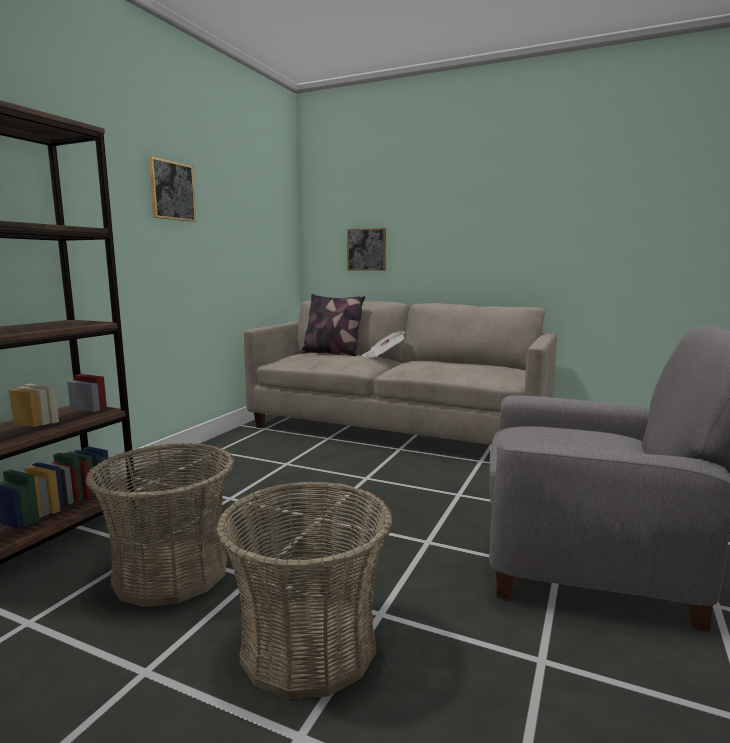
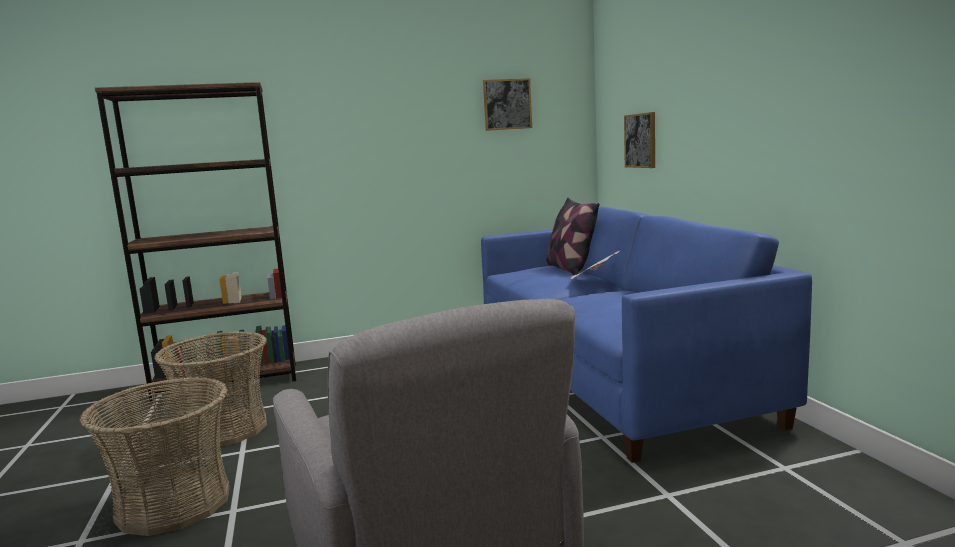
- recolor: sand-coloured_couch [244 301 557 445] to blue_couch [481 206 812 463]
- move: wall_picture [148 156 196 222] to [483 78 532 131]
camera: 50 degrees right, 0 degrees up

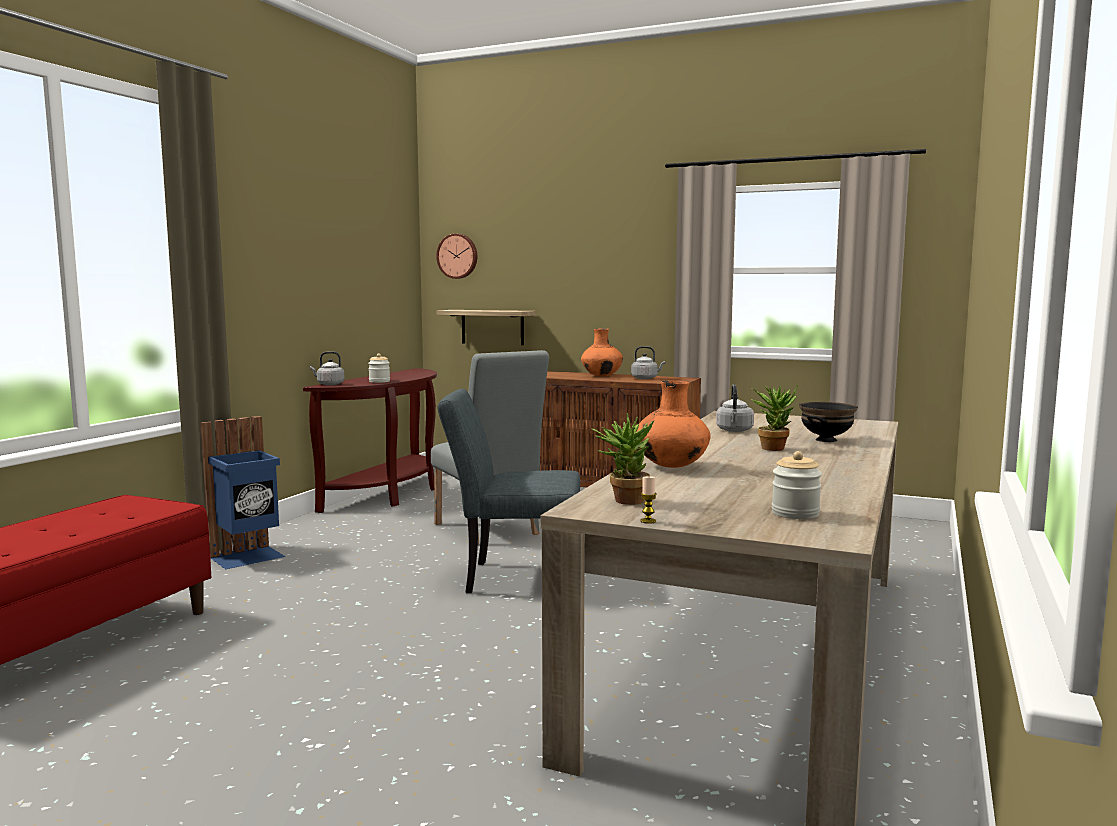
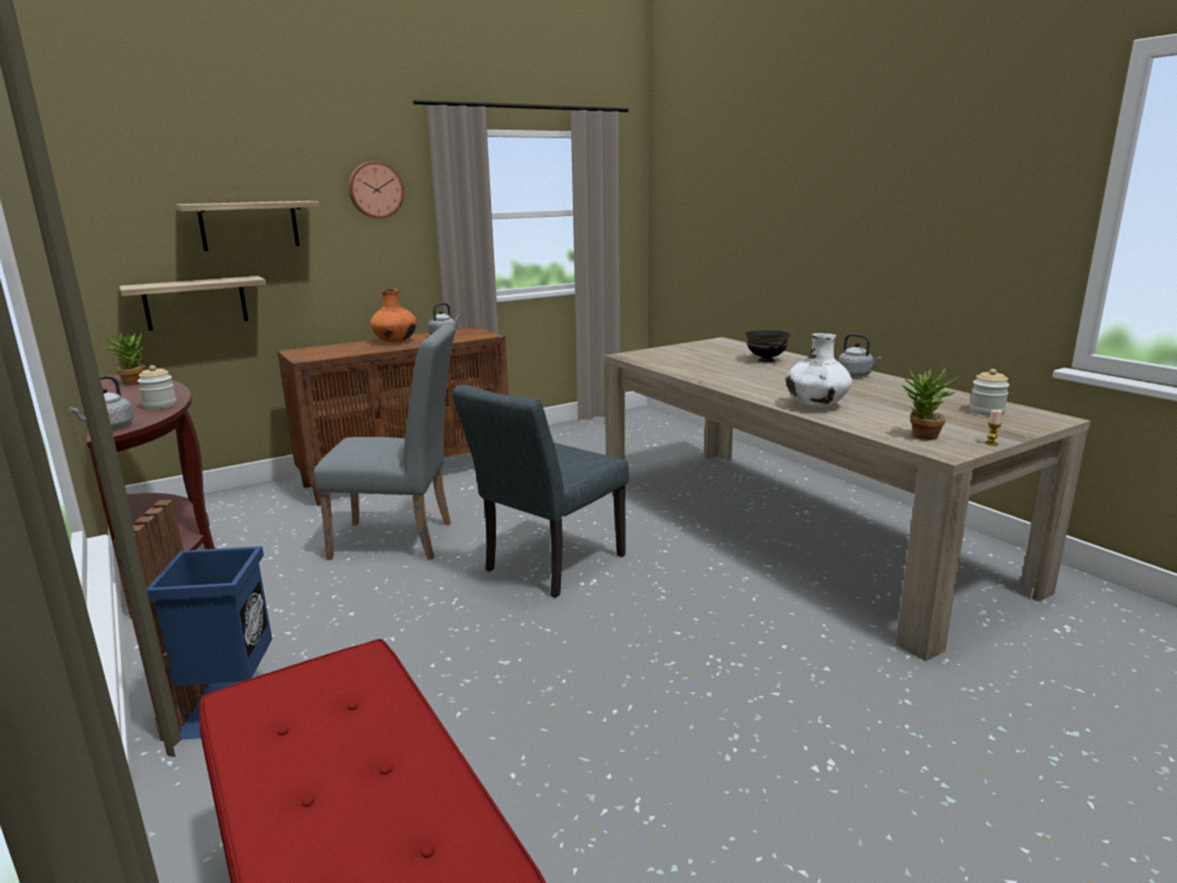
- move: plant_in_a_pot [750 385 798 451] to [104 330 145 385]
- insert: bracket_shelf [177 201 320 251]
- move: wall_clock [436 234 477 279] to [349 161 404 218]
- recolor: orange-coloured_vase [636 380 711 468] to white-coloured_vase [785 333 852 407]
- move: grey_tea_kettle [716 384 754 432] to [838 334 882 377]
camera: 55 degrees left, 10 degrees up

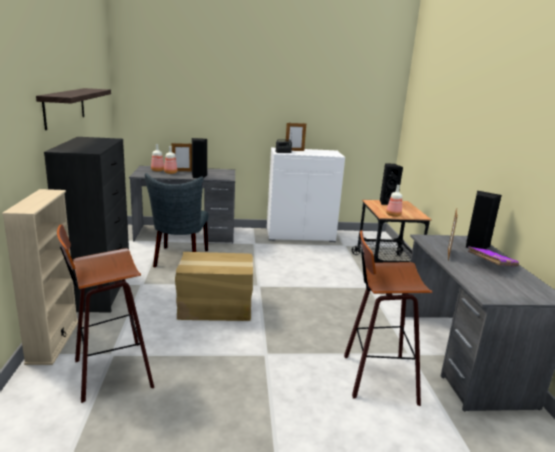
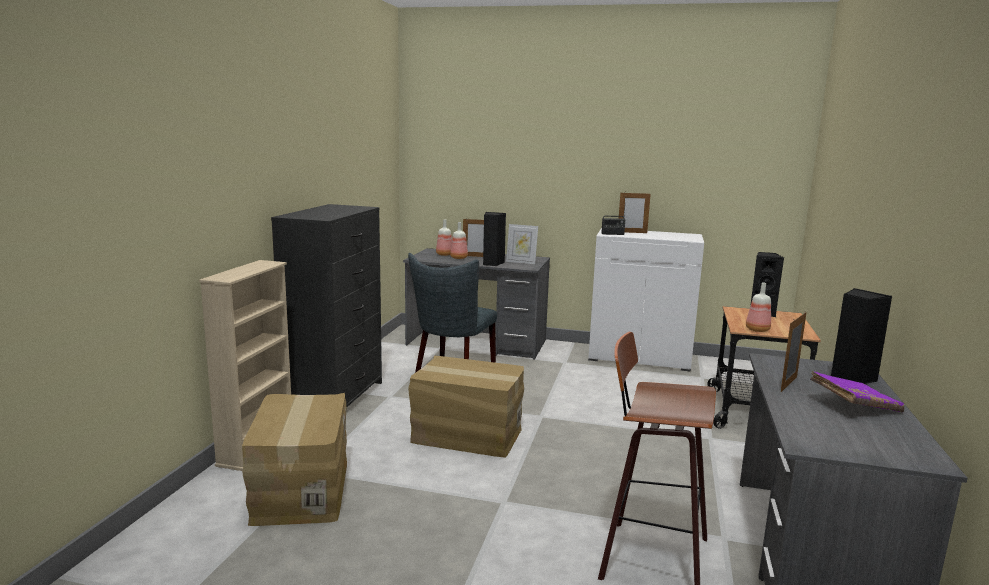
- replace: stool_seat [57 225 154 403] to carton [242 393 347 526]
- insert: picture_frame [506 224 538 264]
- delete: bracket_shelf [36 88 111 130]
camera: 20 degrees right, 5 degrees down

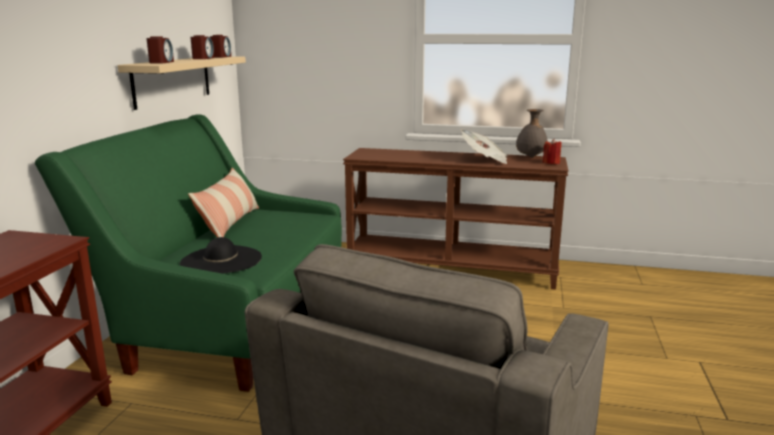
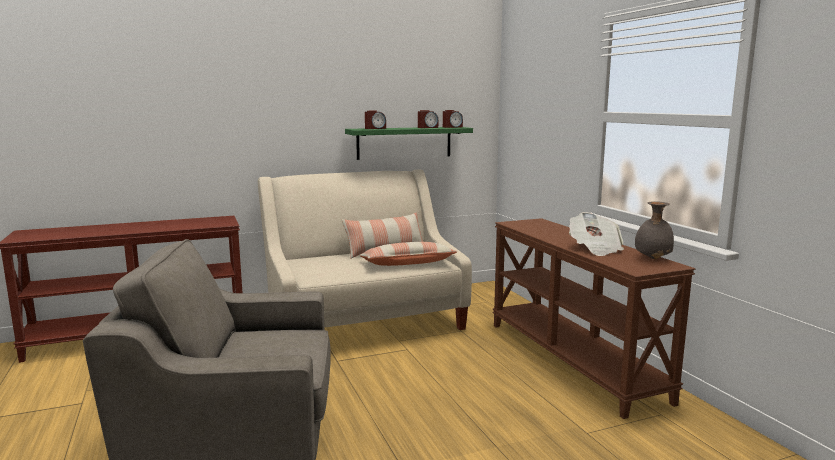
- recolor: greenish_couch [35 114 342 392] to sand-coloured_couch [258 170 472 330]
- recolor: sand-coloured_bracket_shelf [118 56 246 110] to greenish_bracket_shelf [345 127 473 160]
- insert: cushion [359 242 457 266]
- delete: black-coloured_wearable_hat [180 237 262 274]
- delete: red-coloured_wax_candle [543 139 562 164]
camera: 55 degrees right, 5 degrees down

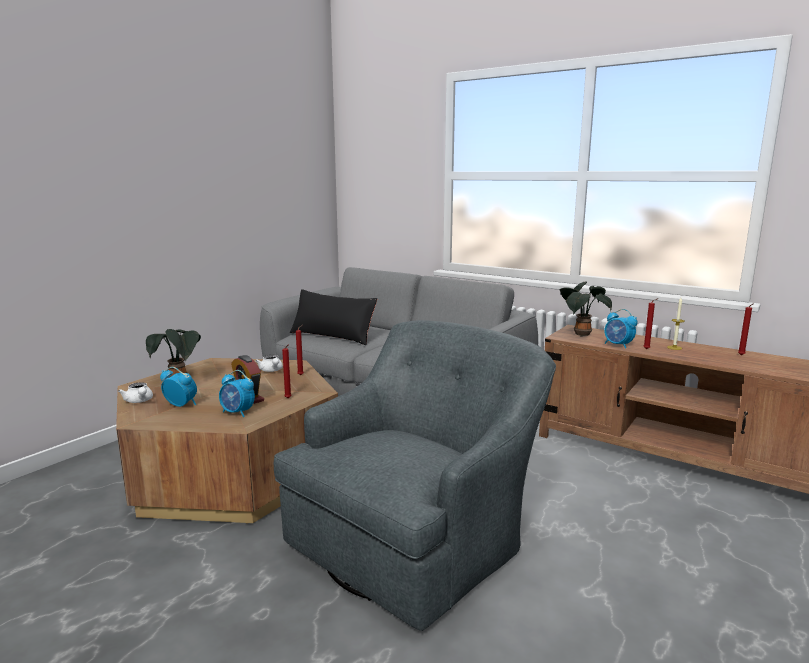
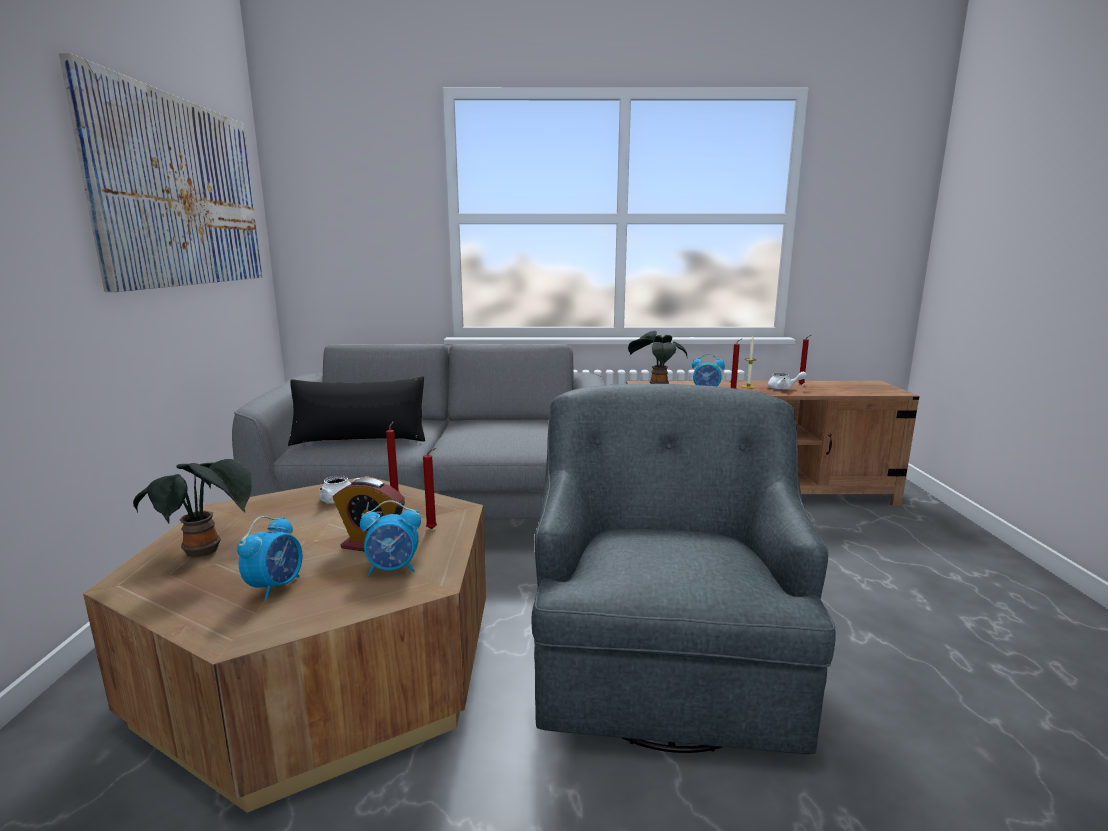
- insert: wall_picture [59 53 262 292]
- rotate: bedside_clock [160 367 197 407] = [237 516 302 600] 120 degrees clockwise
- move: white-coloured_teapot [118 382 153 403] to [768 371 807 390]
camera: 35 degrees left, 0 degrees up

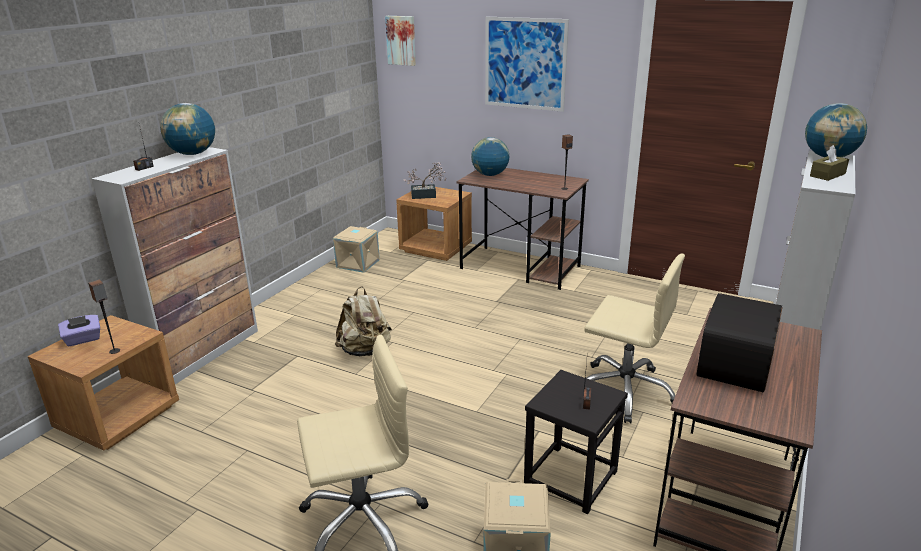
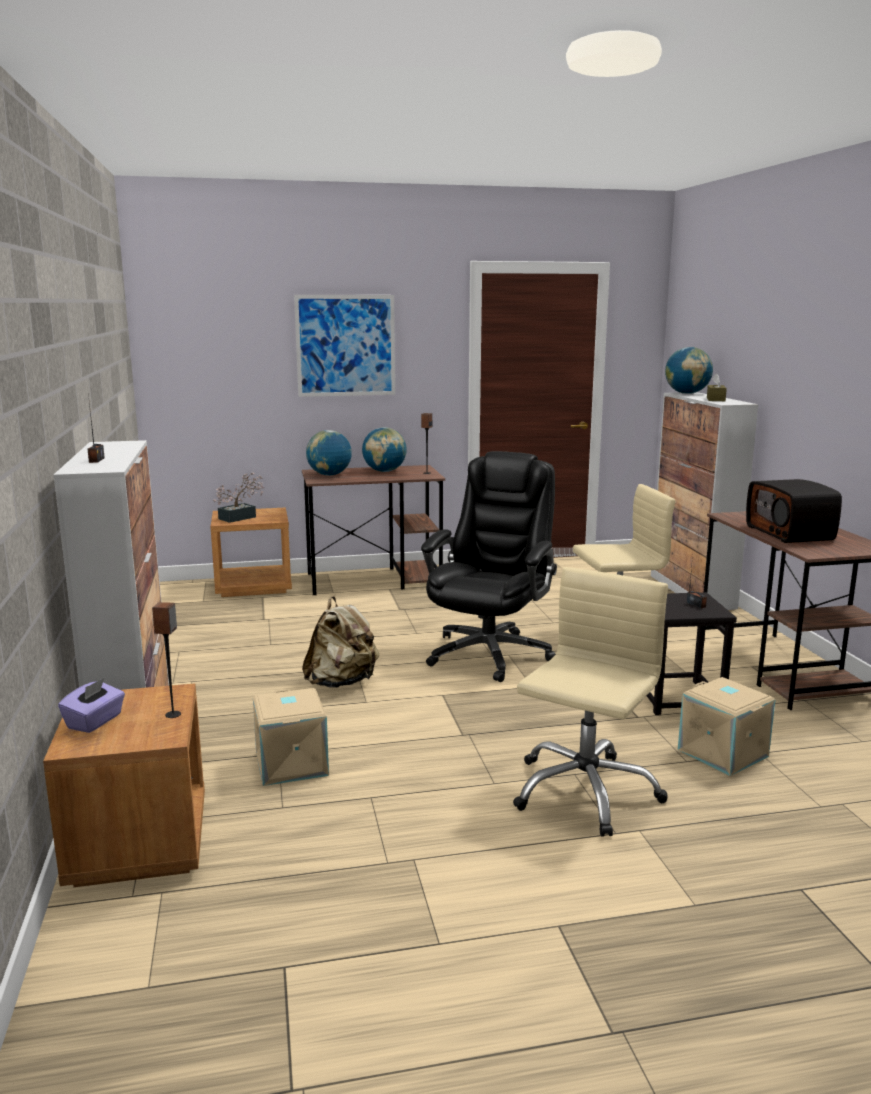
- move: sand-coloured_storage_container [333 226 380 273] to [253 688 329 786]
- move: desk_globe [160 103 215 155] to [362 427 407 472]
- insert: black-coloured_office_chair [421 451 557 682]
- delete: wall_picture [385 16 416 66]
camera: 40 degrees left, 10 degrees down

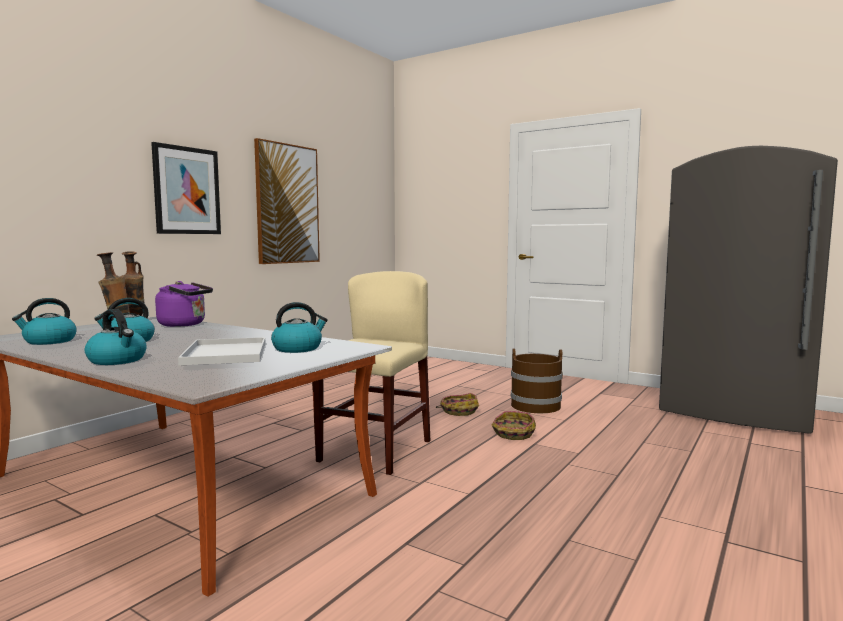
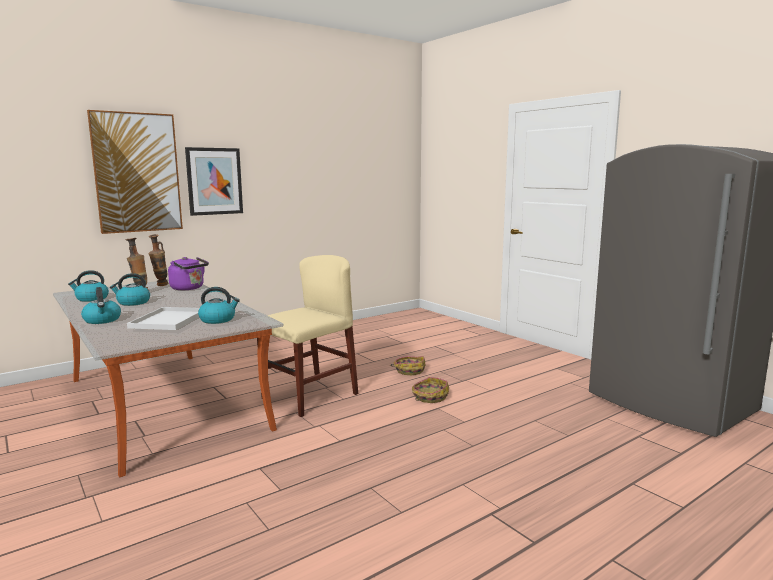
- move: wall_picture [254 138 320 264] to [87 110 183 234]
- delete: brown_bucket [511 349 563 413]
camera: 20 degrees right, 5 degrees up

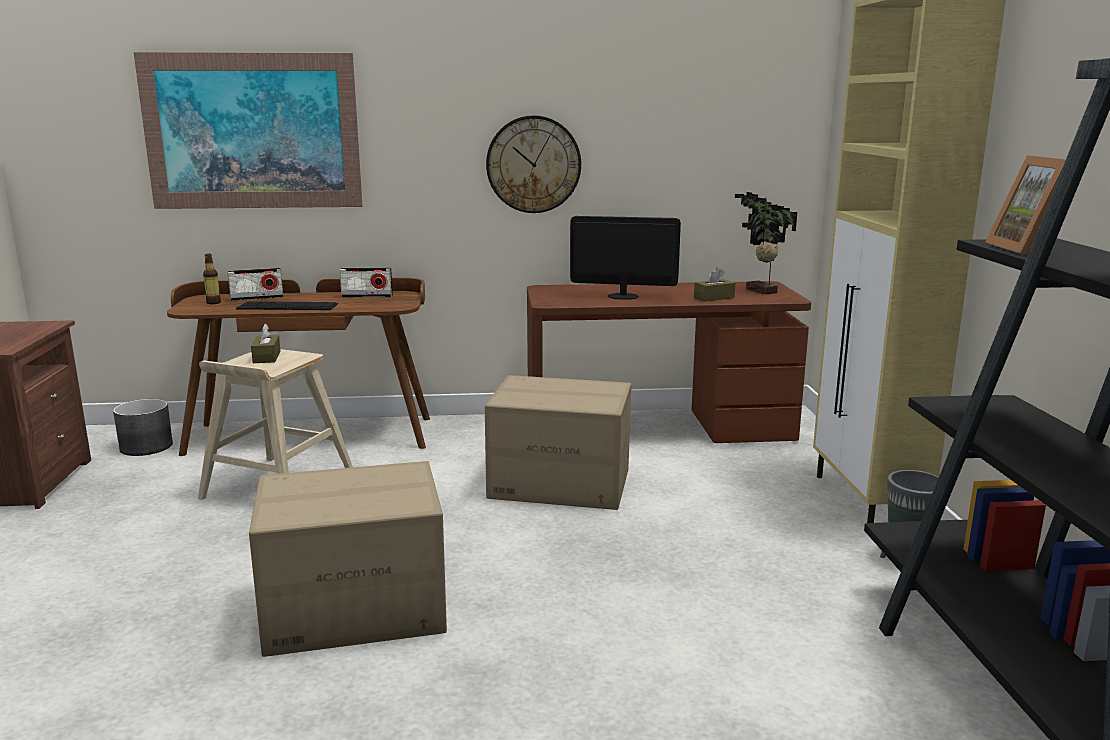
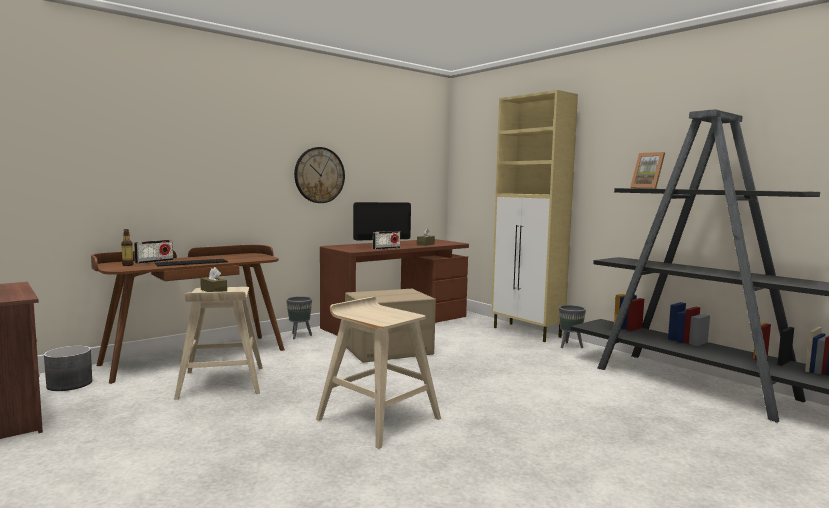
- insert: grey_plant_pot [286 296 312 339]
- replace: carton [249 461 447 657] to sand-coloured_stool_seat [316 297 441 449]
- move: radio_receiver [340 267 393 297] to [373 231 400 249]
- delete: wall_picture [134 52 362 209]
- delete: plant_in_a_pot [735 192 797 295]
camera: 35 degrees left, 10 degrees down

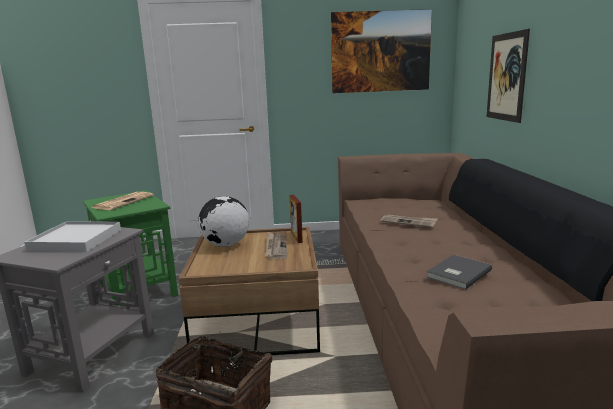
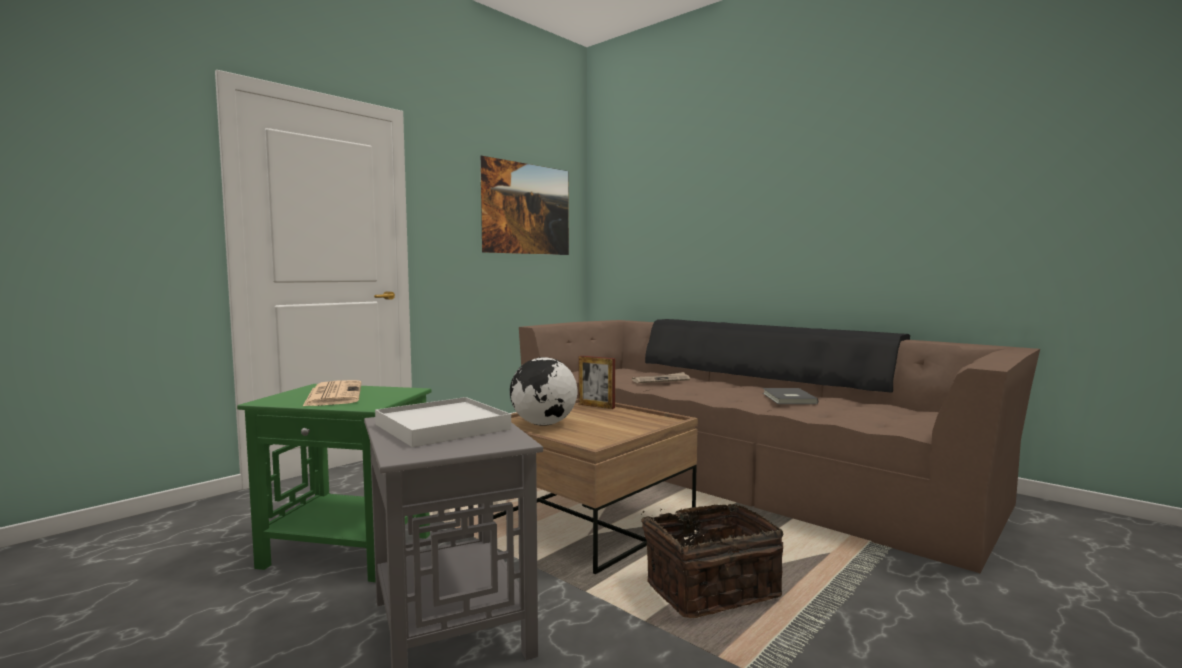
- delete: newspaper [265 233 288 259]
- delete: wall_picture [486 29 530 123]
camera: 45 degrees left, 10 degrees down

